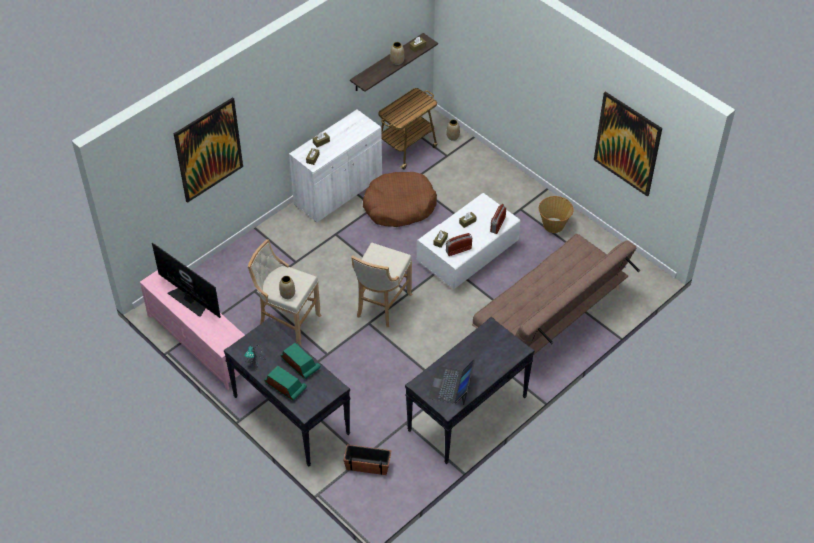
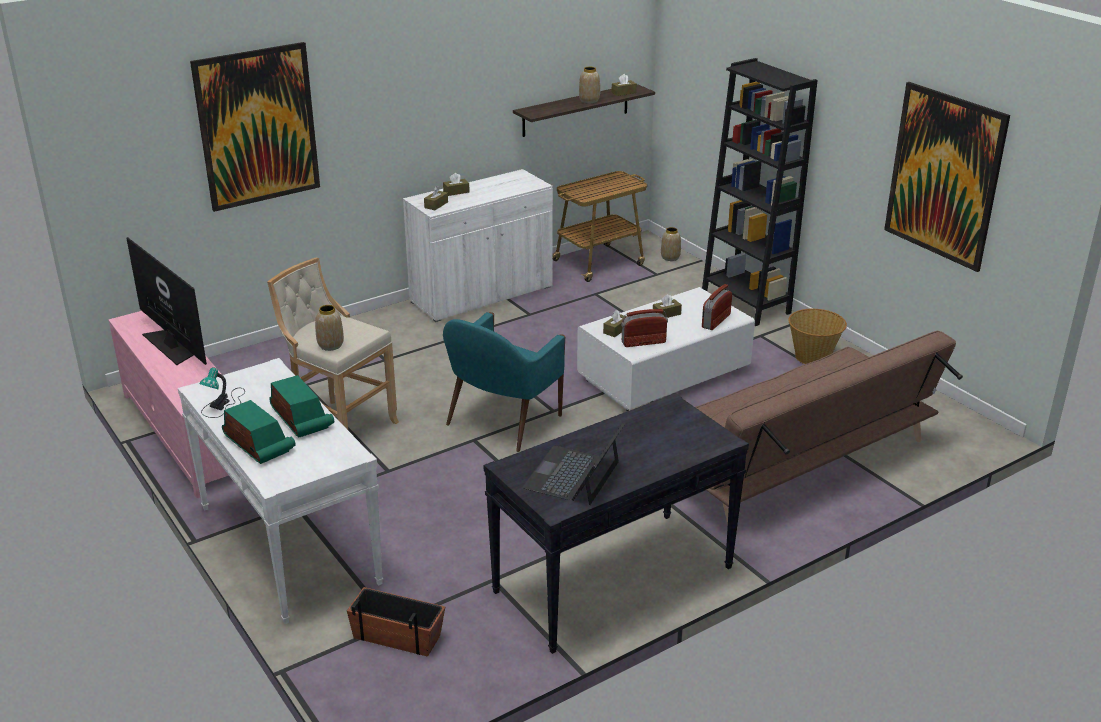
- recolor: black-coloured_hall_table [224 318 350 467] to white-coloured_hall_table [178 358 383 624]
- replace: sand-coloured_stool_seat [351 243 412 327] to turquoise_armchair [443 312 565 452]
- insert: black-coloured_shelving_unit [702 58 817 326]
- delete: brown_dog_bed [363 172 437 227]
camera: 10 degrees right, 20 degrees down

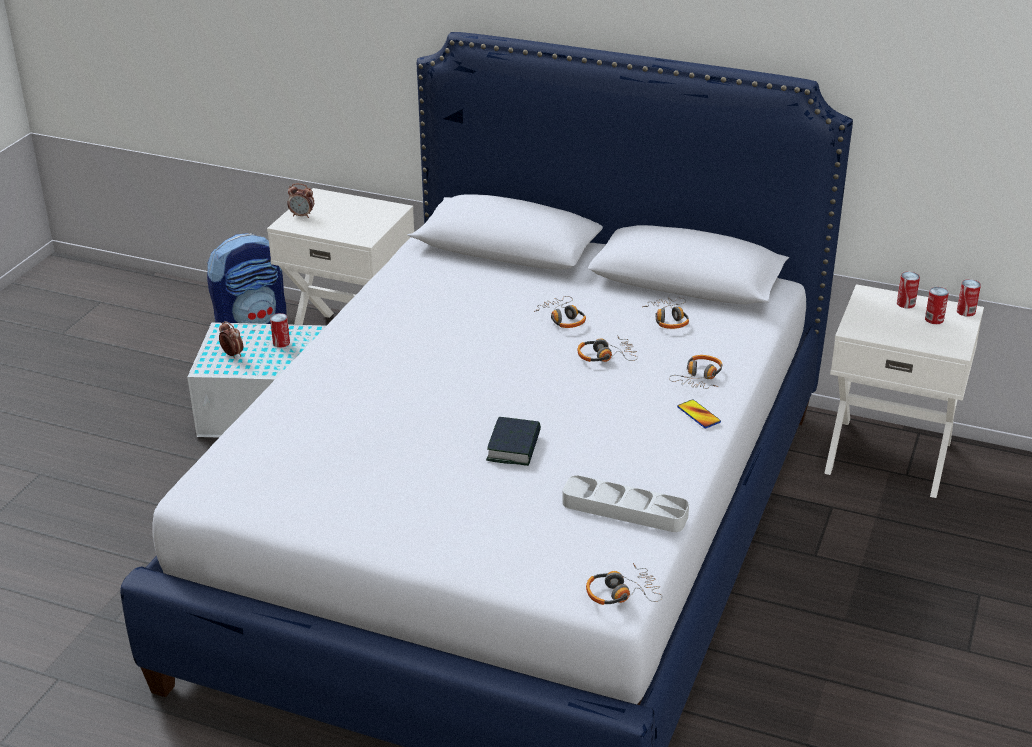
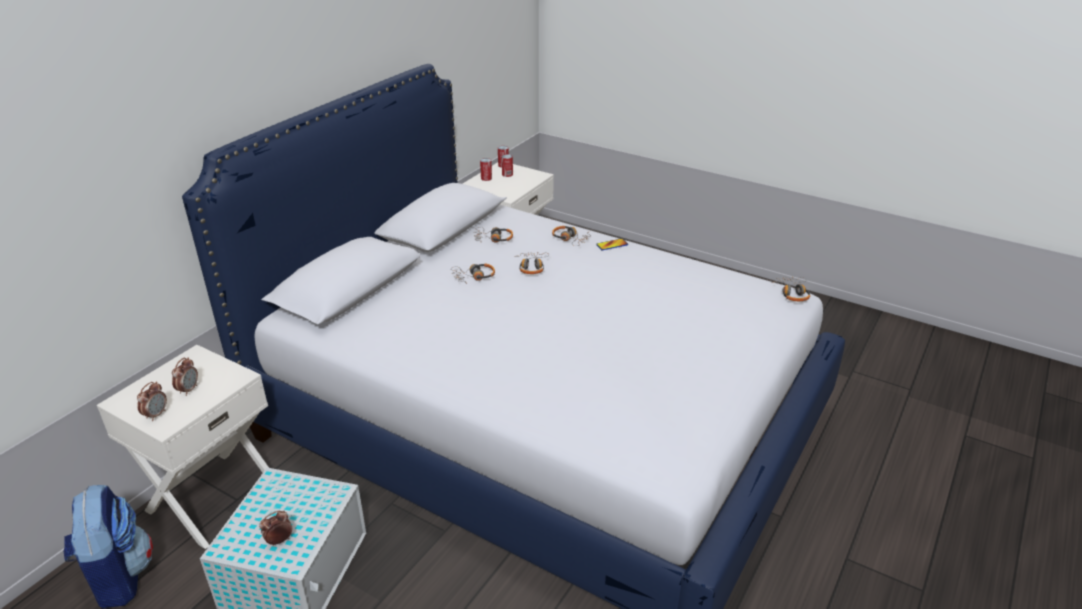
- insert: bedside_clock [172 357 198 396]
- delete: metal_can [270 313 290 348]
- delete: book [486 417 541 466]
- delete: grey_carrying_tray [562 475 689 532]
camera: 80 degrees left, 0 degrees up

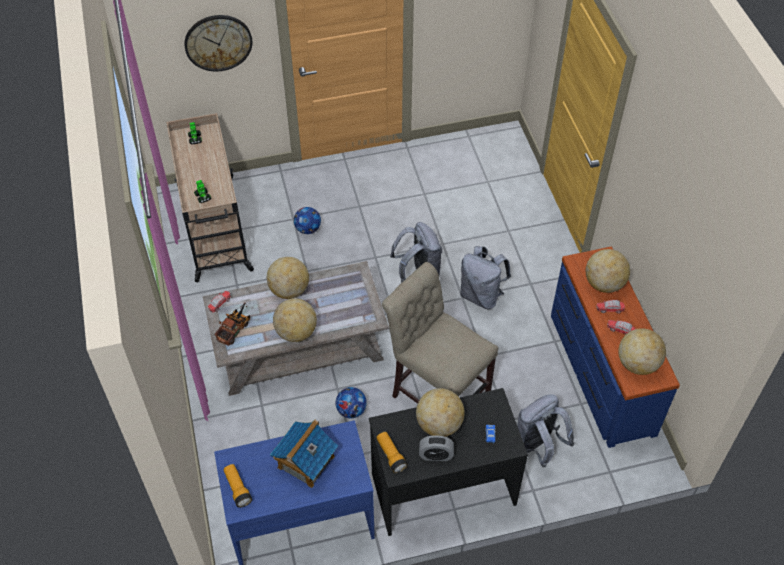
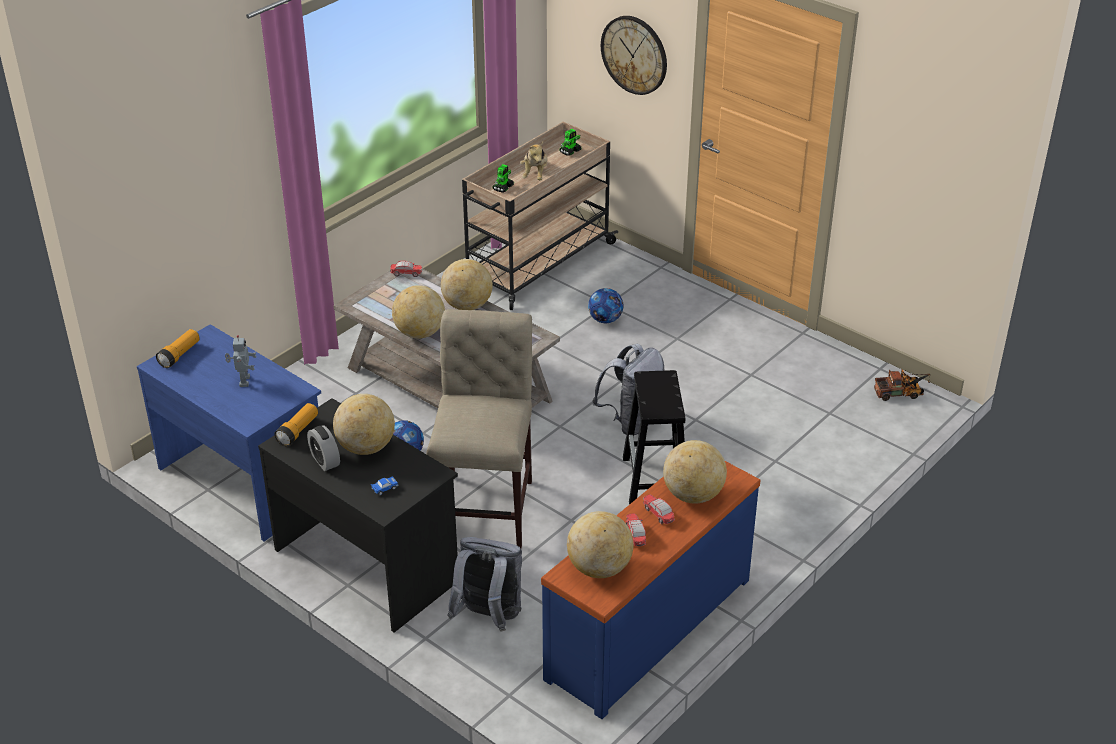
- replace: toy_house [270 419 338 488] to toy_robot [225 335 257 387]
- insert: soft_toy [520 142 548 180]
- replace: grey_knapsack [460 246 511 309] to black-coloured_stool_seat [623 370 685 505]
- move: toy_truck [214 302 251 346] to [874 369 930 401]
camera: 55 degrees right, 15 degrees down

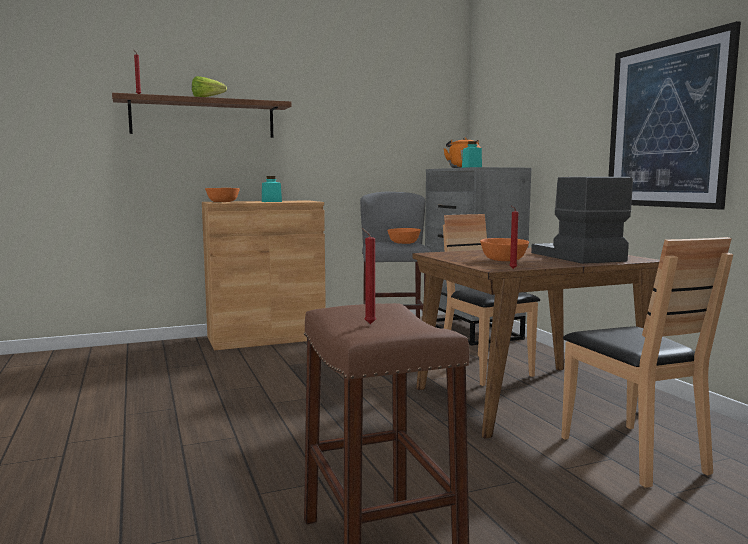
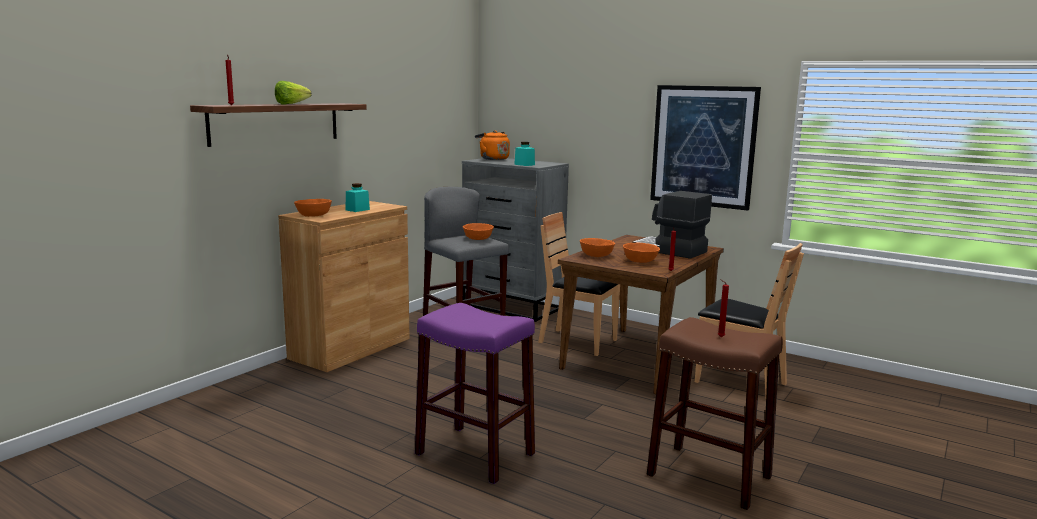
- insert: purple-coloured_stool_seat [415 303 535 484]
- insert: orange-coloured_bowl [580 238 615 257]
camera: 35 degrees left, 5 degrees up

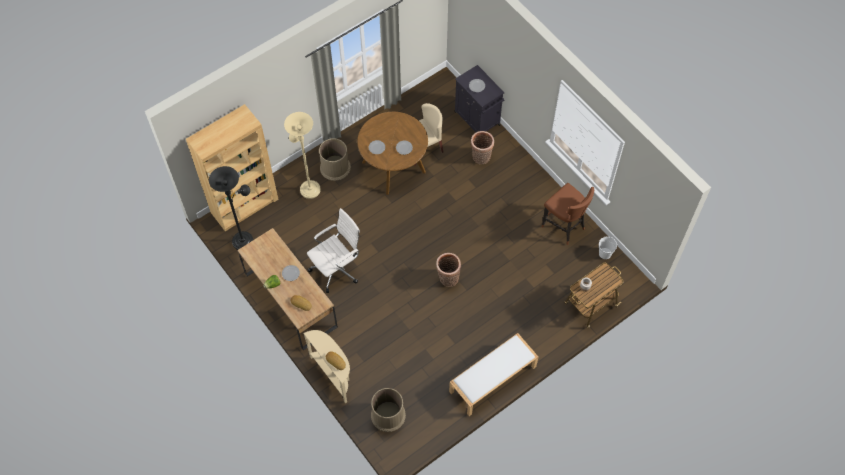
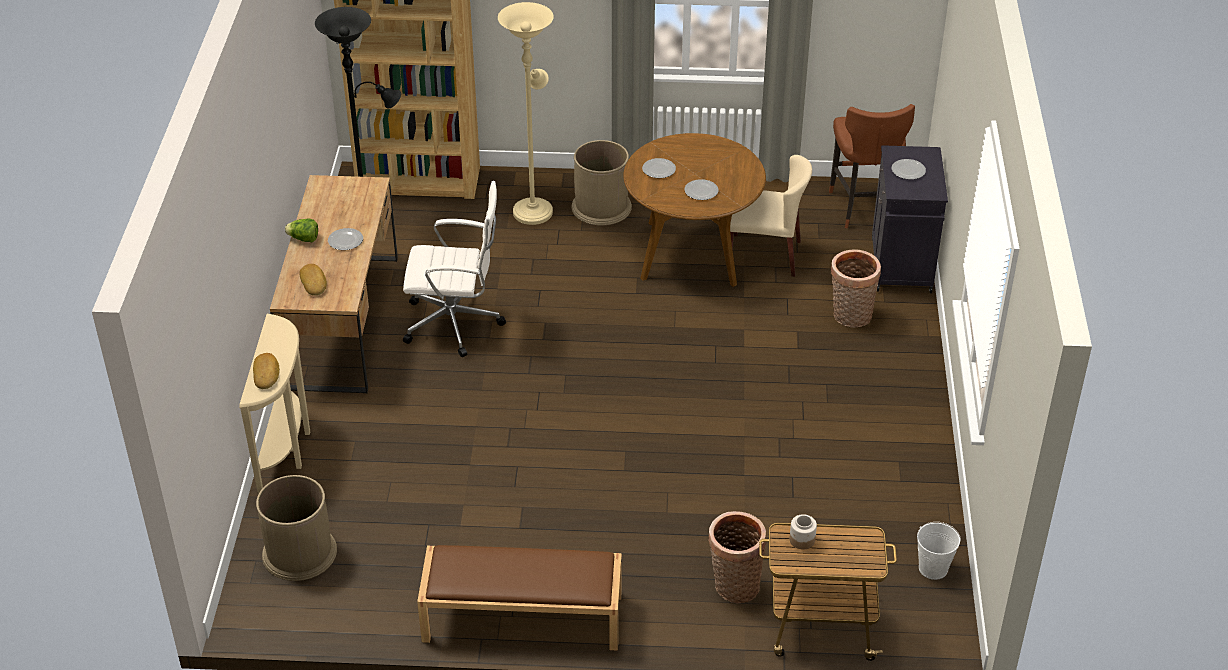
- recolor: white-coloured_indoor_bench [449 333 538 416] to brown_indoor_bench [417 545 622 651]
- move: storage_basket [436 253 461 287] to [708 511 767 604]
- move: brown_stool_seat [542 183 594 245] to [829 104 915 228]
camera: 40 degrees right, 20 degrees down

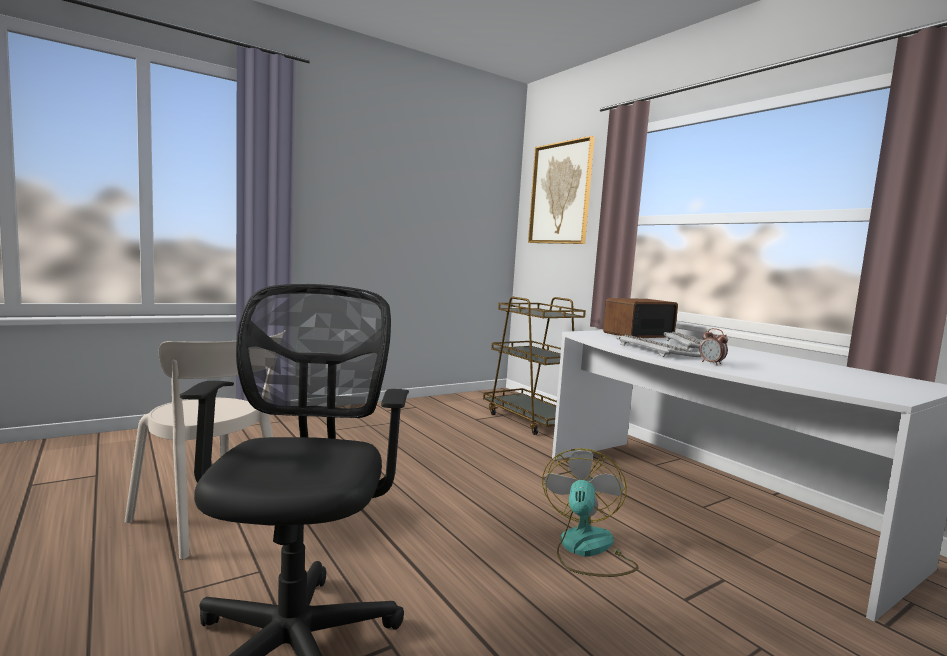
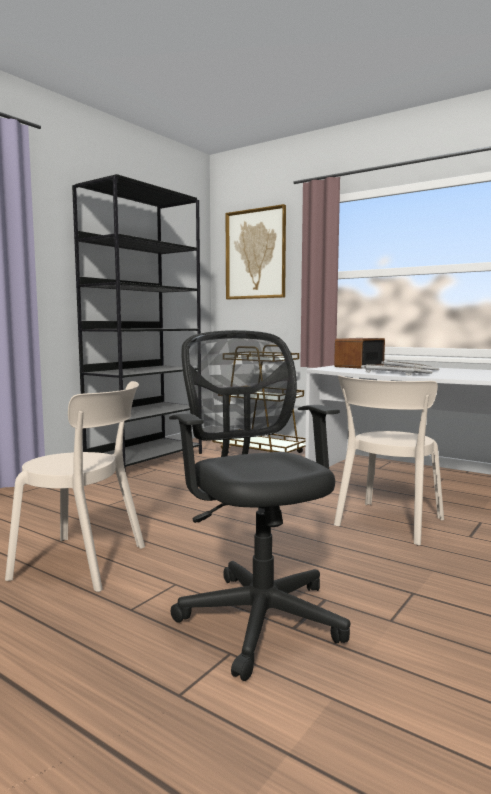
- insert: black-coloured_shelving_unit [72 174 202 472]
- replace: fan [542 448 638 577] to sand-coloured_upright_chair [334 375 444 546]
- delete: bedside_clock [699 328 728 365]
camera: 20 degrees left, 0 degrees up

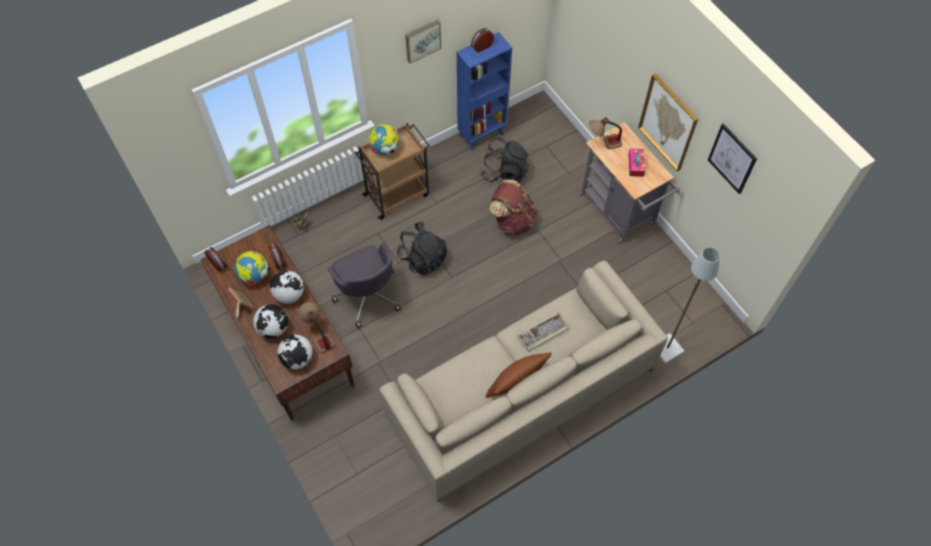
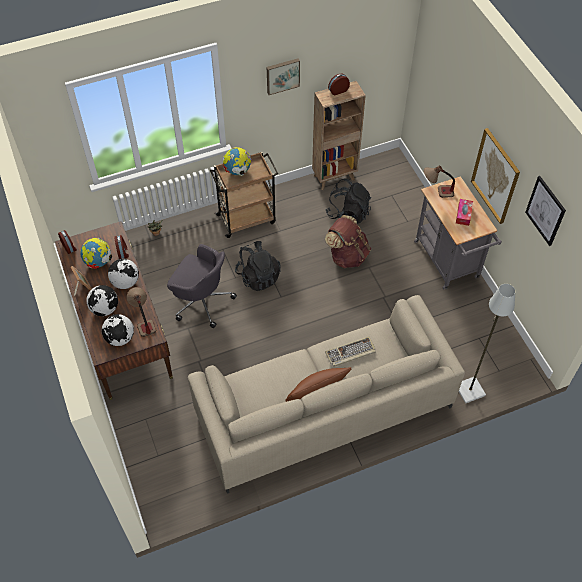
- rotate: grey_office_chair [327 243 401 328] = [167 244 237 328] 45 degrees counterclockwise
- recolor: blue_shelving_unit [457 32 512 151] to brown_shelving_unit [312 81 366 190]
camera: 10 degrees right, 5 degrees down

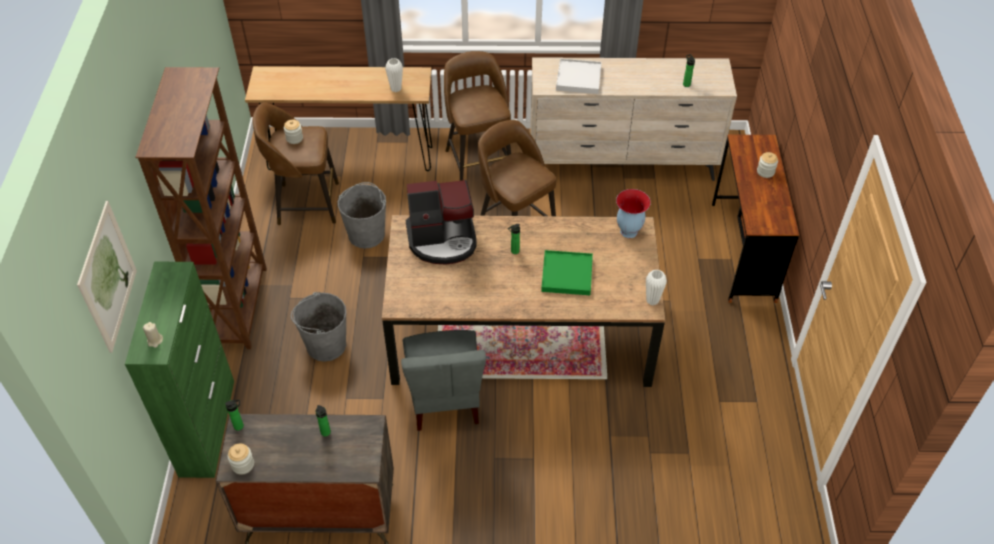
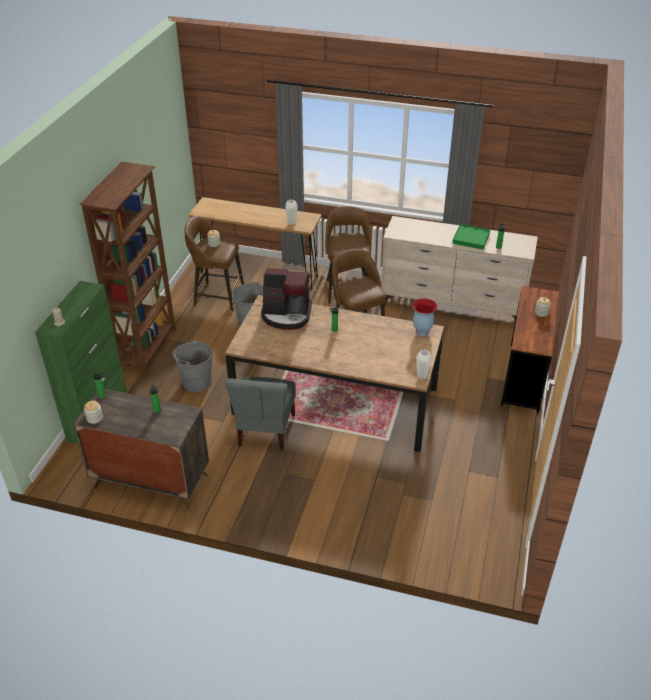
- move: greenish_carrying_tray [541 250 593 295] to [452 224 490 250]
- delete: wall_picture [77 201 137 353]
- delete: white-coloured_carrying_tray [556 58 602 94]
camera: 15 degrees right, 10 degrees down

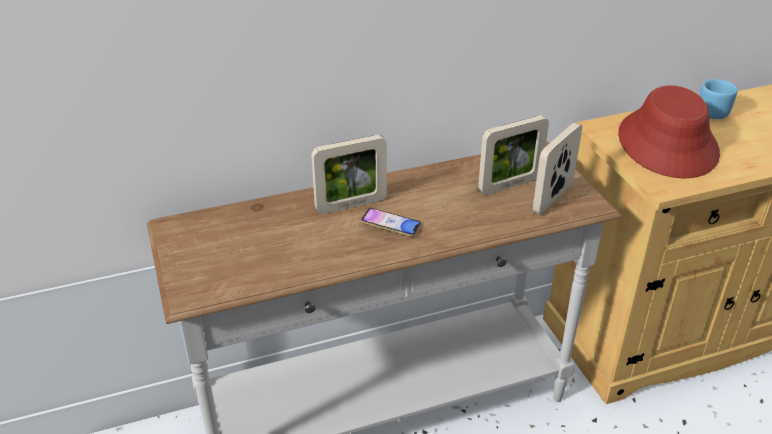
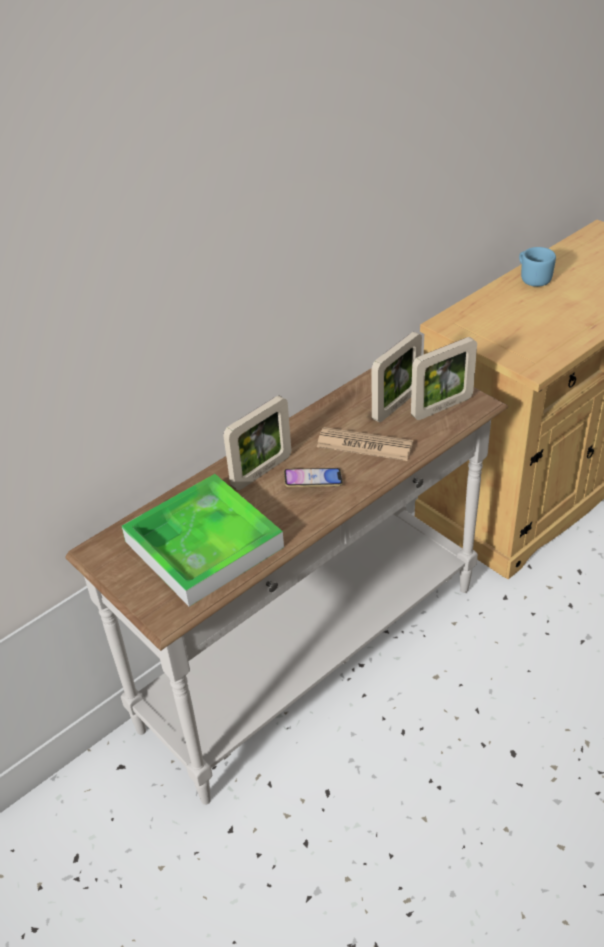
- insert: carrying_tray [122 474 284 607]
- insert: newspaper [317 427 413 461]
- rotate: picture_frame [533 123 582 215] = [411 337 477 420] 135 degrees counterclockwise
- delete: red-coloured_wearable_hat [618 85 720 178]
camera: 20 degrees left, 5 degrees up

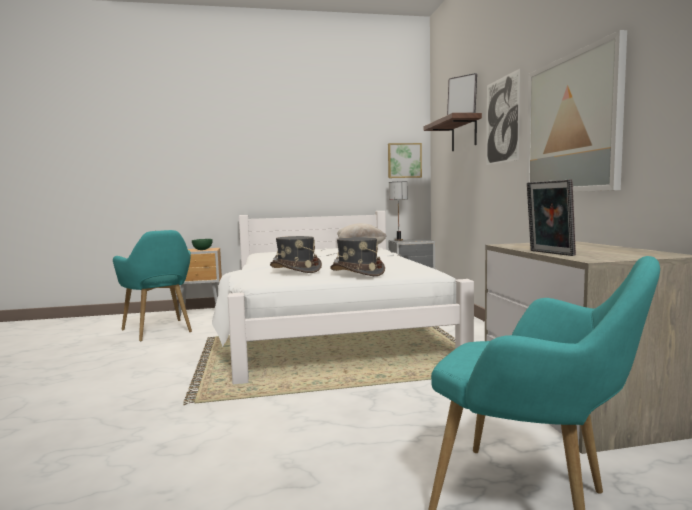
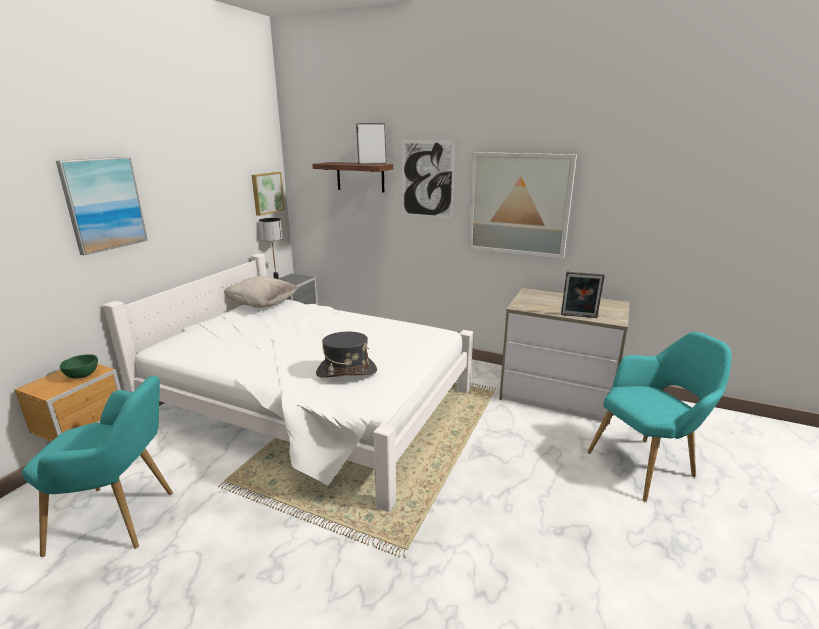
- insert: wall_picture [56 157 148 255]
- delete: grey_wearable_hat [330 237 385 276]
camera: 55 degrees left, 15 degrees up

